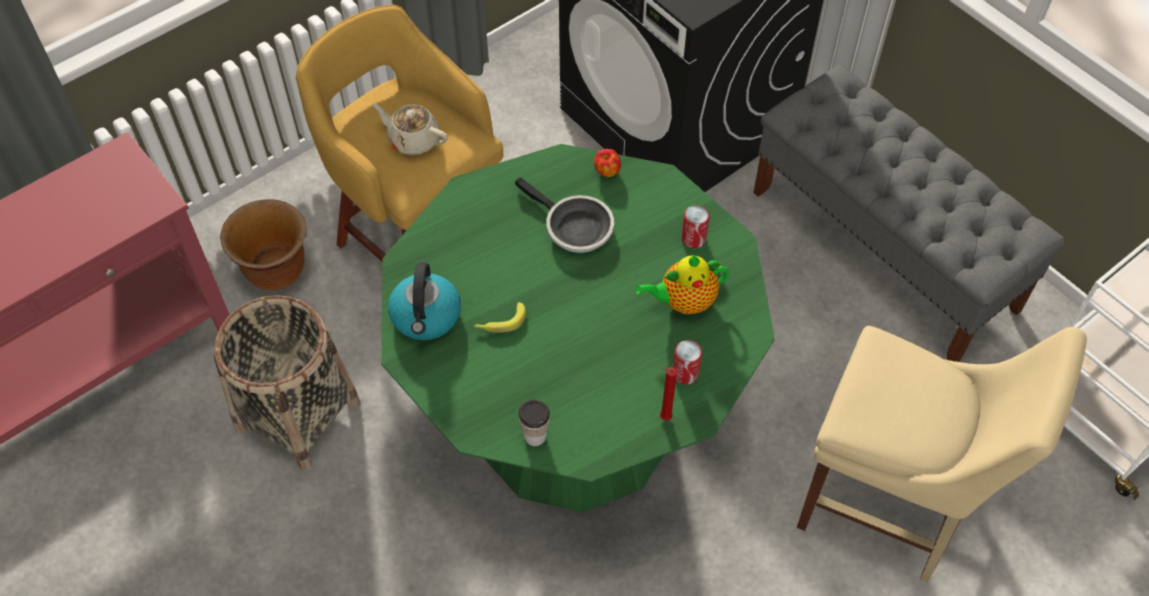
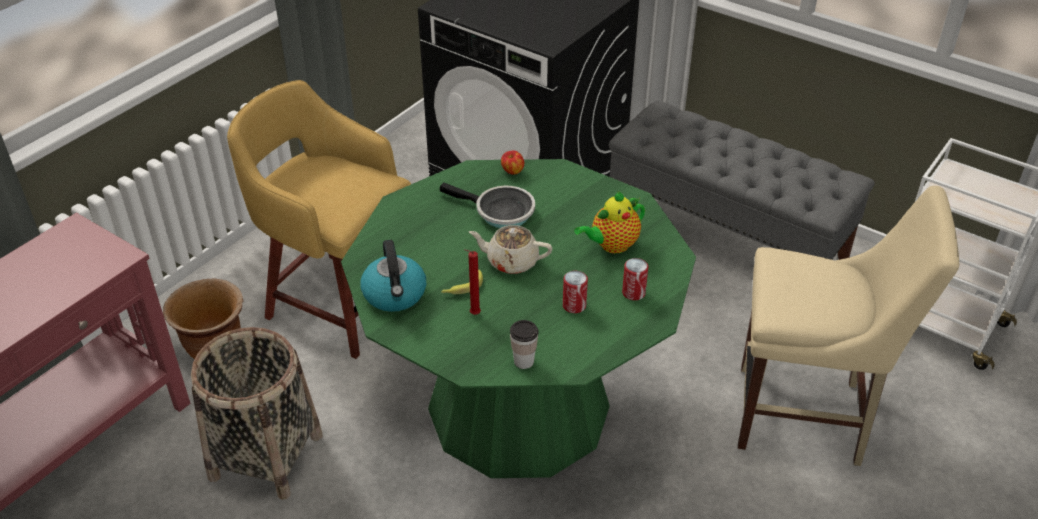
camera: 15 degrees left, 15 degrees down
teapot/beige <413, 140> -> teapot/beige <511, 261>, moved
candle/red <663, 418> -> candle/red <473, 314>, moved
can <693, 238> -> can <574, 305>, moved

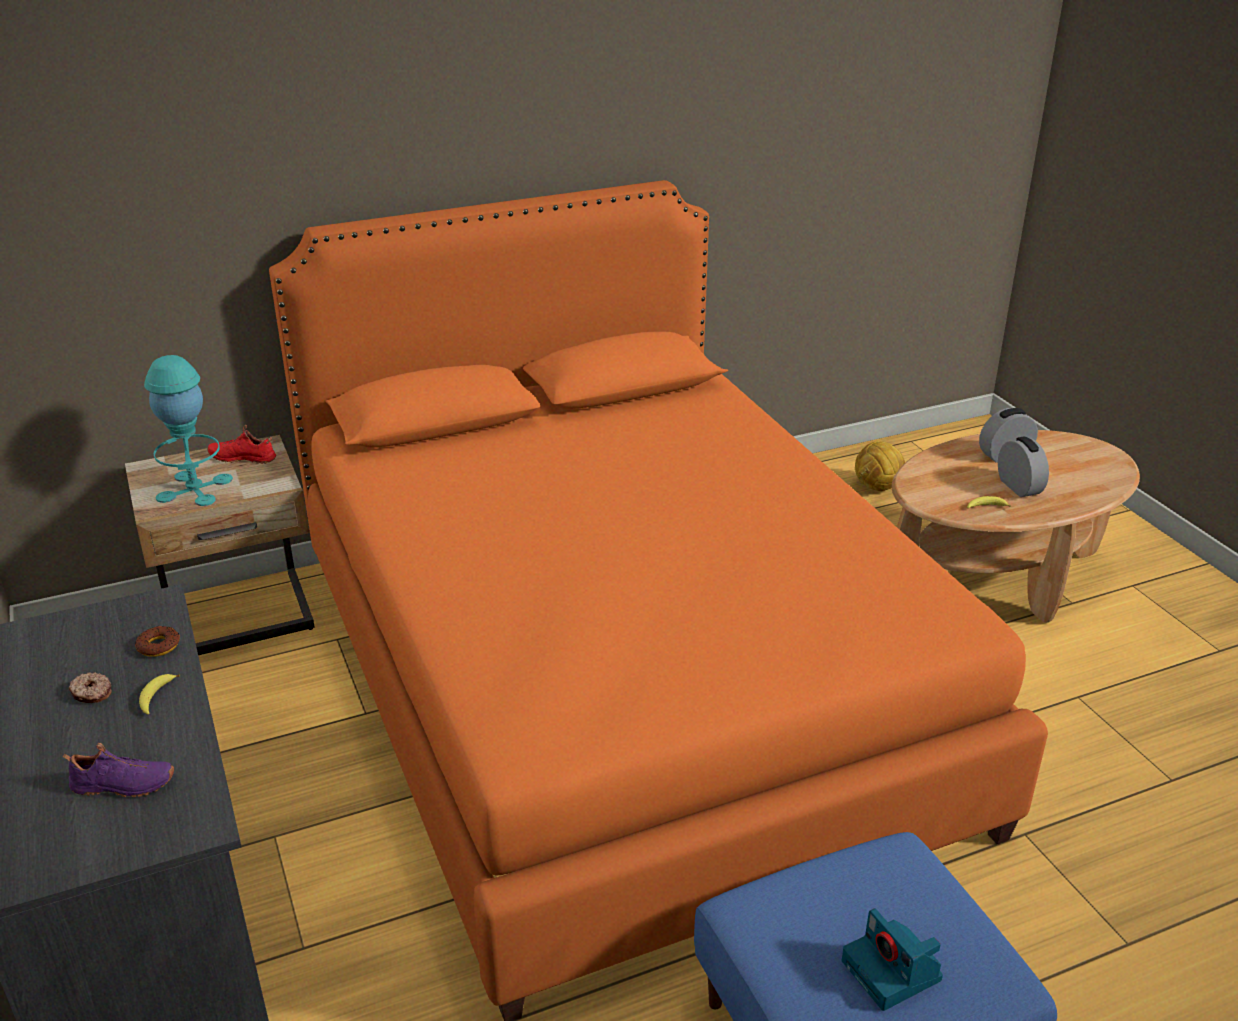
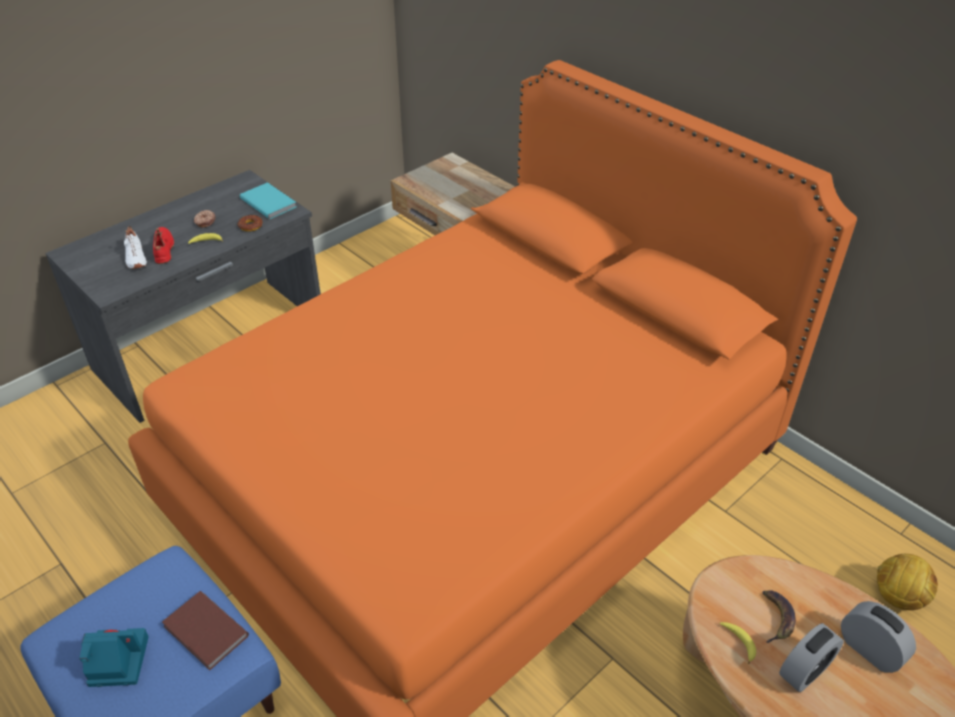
camera: 70 degrees right, 10 degrees up
shoe/purple <123, 786> -> shoe/white <135, 258>
table lamp/turquoise <194, 488> -> none
shoe/red <243, 457> -> shoe/red <164, 249>, moved
photo camera <893, 972> -> photo camera <117, 661>, 45 degrees clockwise
none -> book/brown <205, 633>
none -> book/turquoise <269, 202>
none -> banana <777, 618>

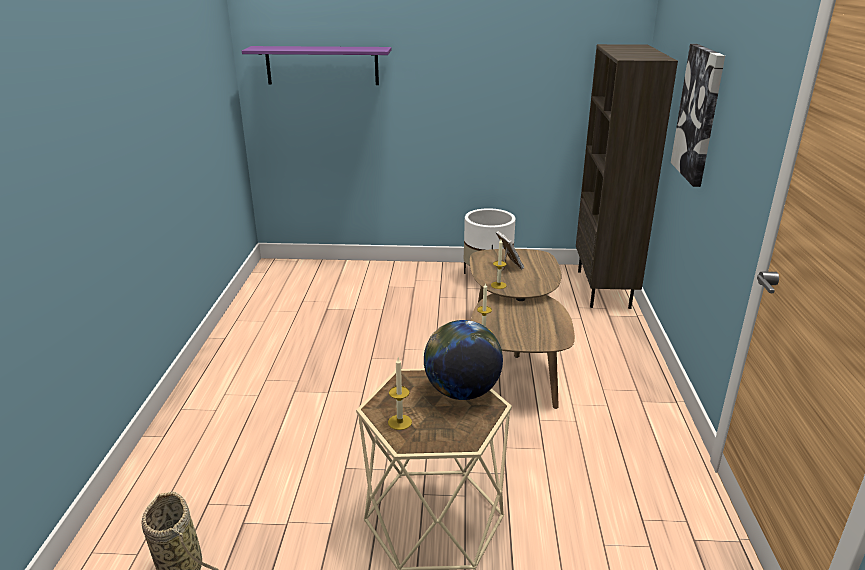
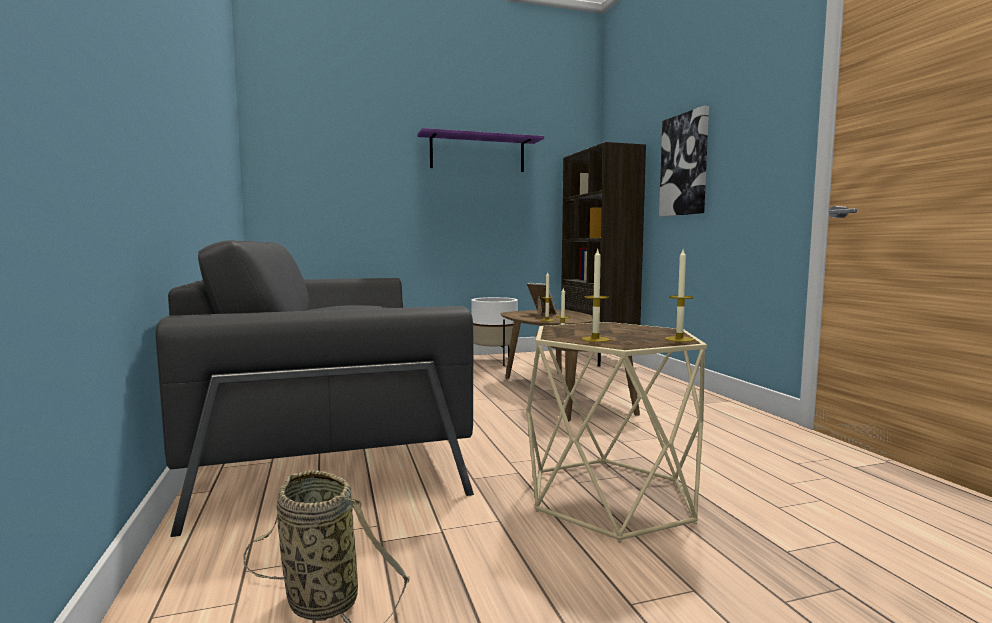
camera: 20 degrees left, 20 degrees down
shelf/purple <322, 65> -> shelf/purple <477, 153>, moved
globe <462, 392> -> none
none -> sofa/grey <331, 419>
none -> candle <679, 339>

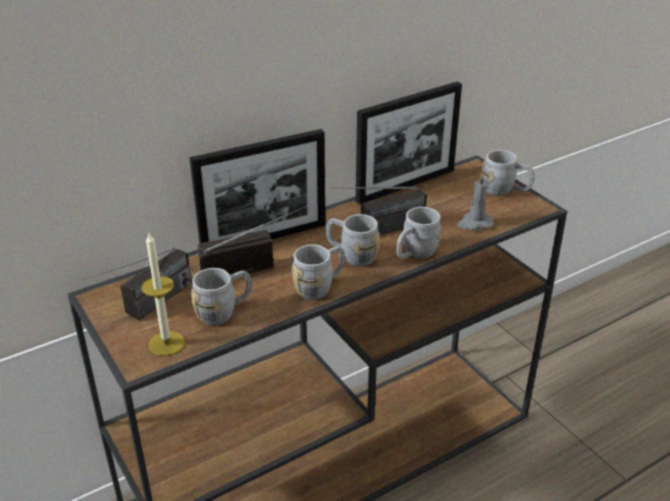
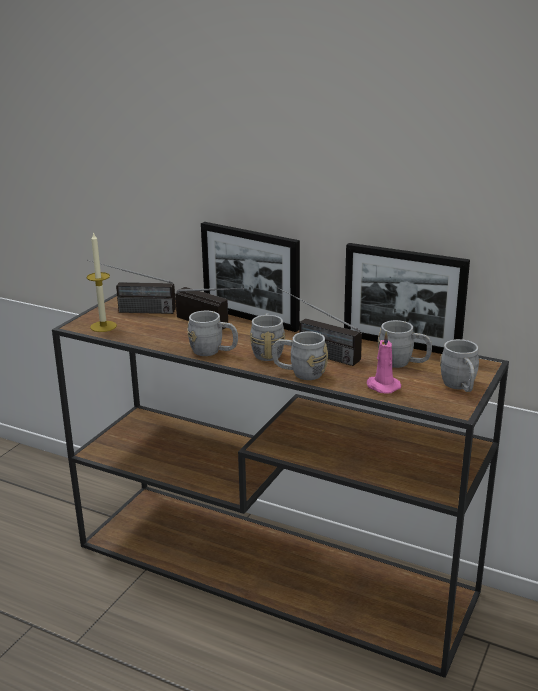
camera: 60 degrees right, 10 degrees down
mug/grey <224, 311> -> mug/grey <403, 363>, moved
candle/grey <474, 223> -> candle/pink <382, 386>

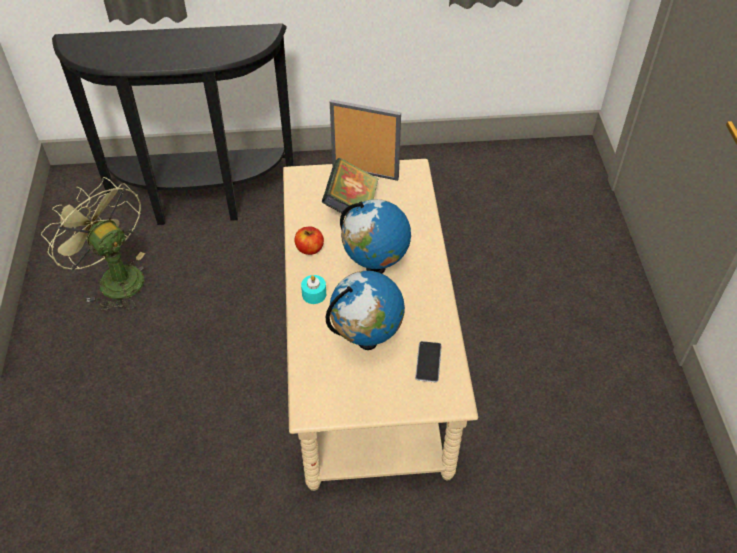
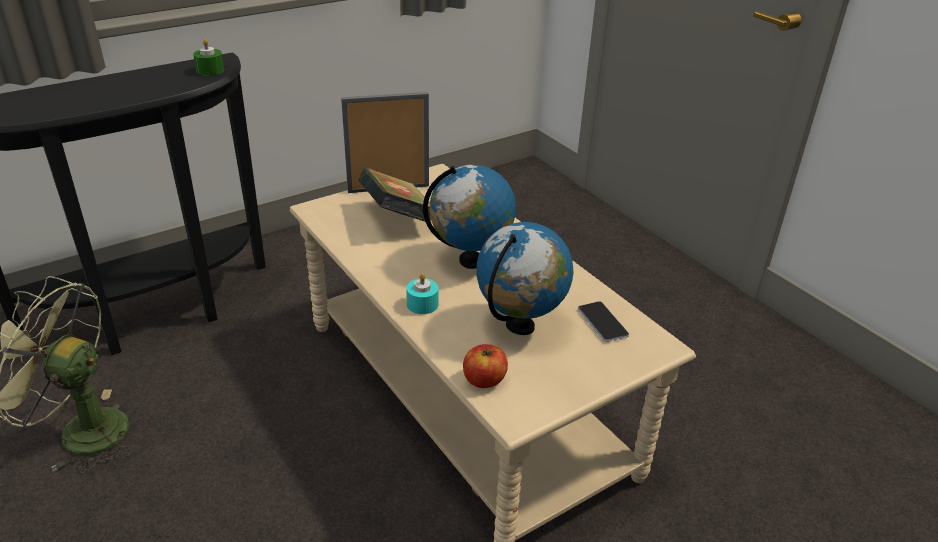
camera: 30 degrees left, 15 degrees down
apple <309, 248> -> apple <484, 380>, moved
none -> candle/green <210, 70>

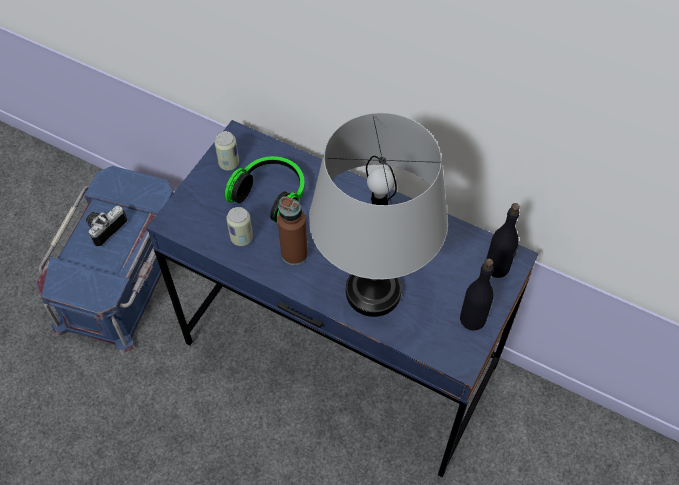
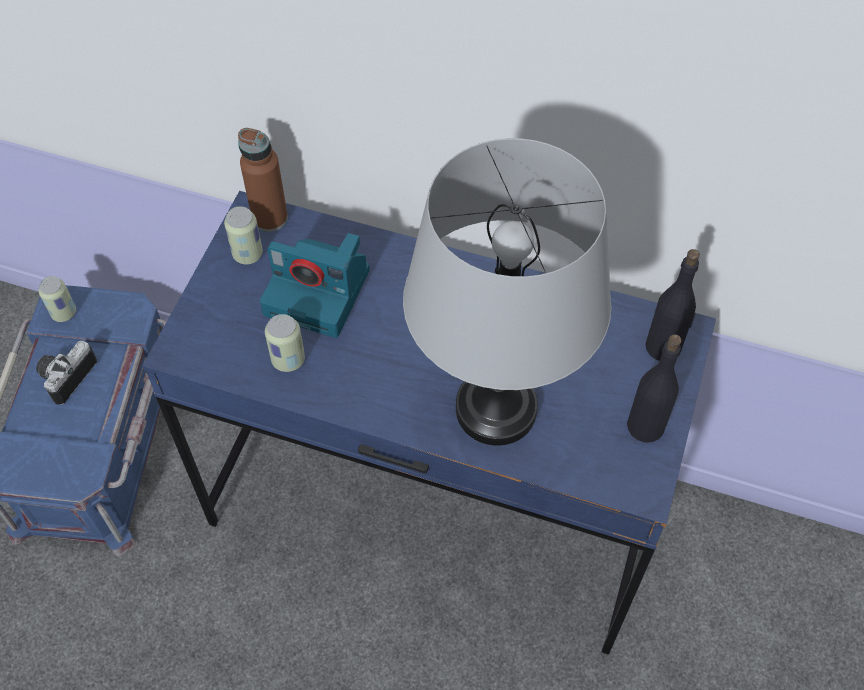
camera: 10 degrees left, 0 degrees up
headphones <271, 196> -> photo camera <320, 292>
bottle/brown <294, 254> -> bottle/brown <270, 218>, moved
none -> can <64, 313>

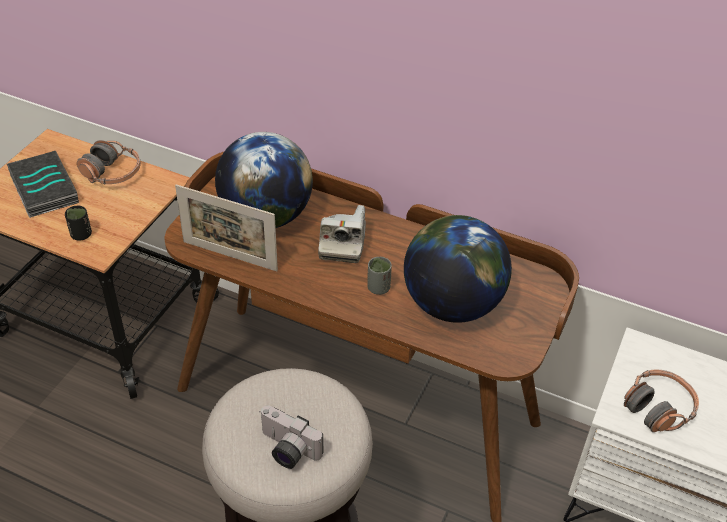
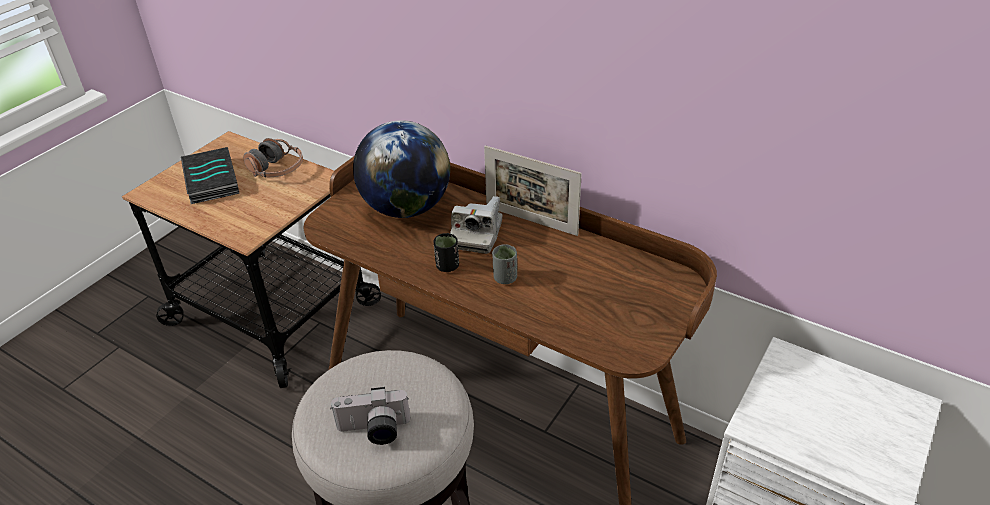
camera: 10 degrees right, 5 degrees down
cup/black <81, 235> -> cup/black <447, 266>, moved
picture frame <230, 256> -> picture frame <531, 221>, moved
photo camera <286, 450> -> photo camera <373, 431>, 45 degrees counterclockwise
globe <452, 304> -> none
headphones <658, 408> -> none

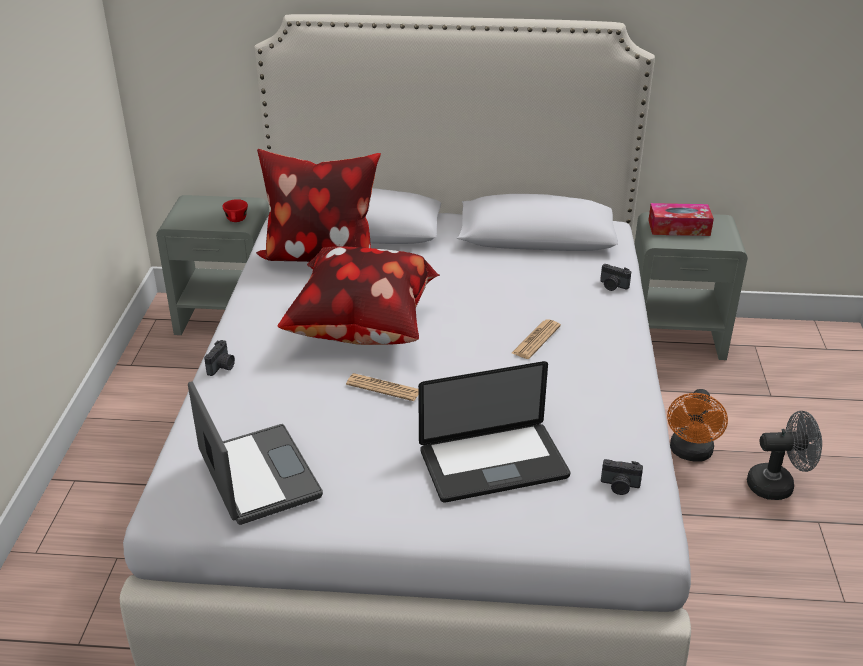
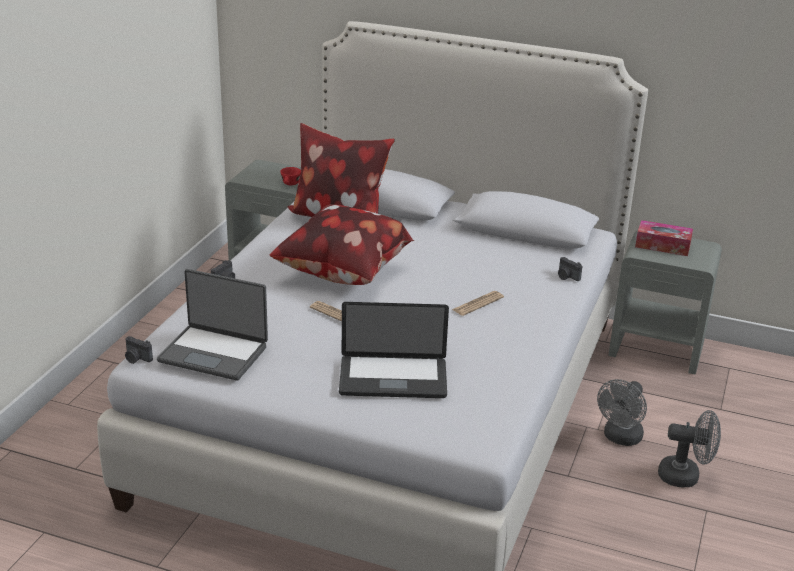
camera: 15 degrees right, 5 degrees down
laptop <257, 476> -> laptop <214, 353>, 120 degrees clockwise
photo camera <619, 486> -> photo camera <136, 359>, moved
fan/orange <690, 453> -> fan/grey <620, 438>

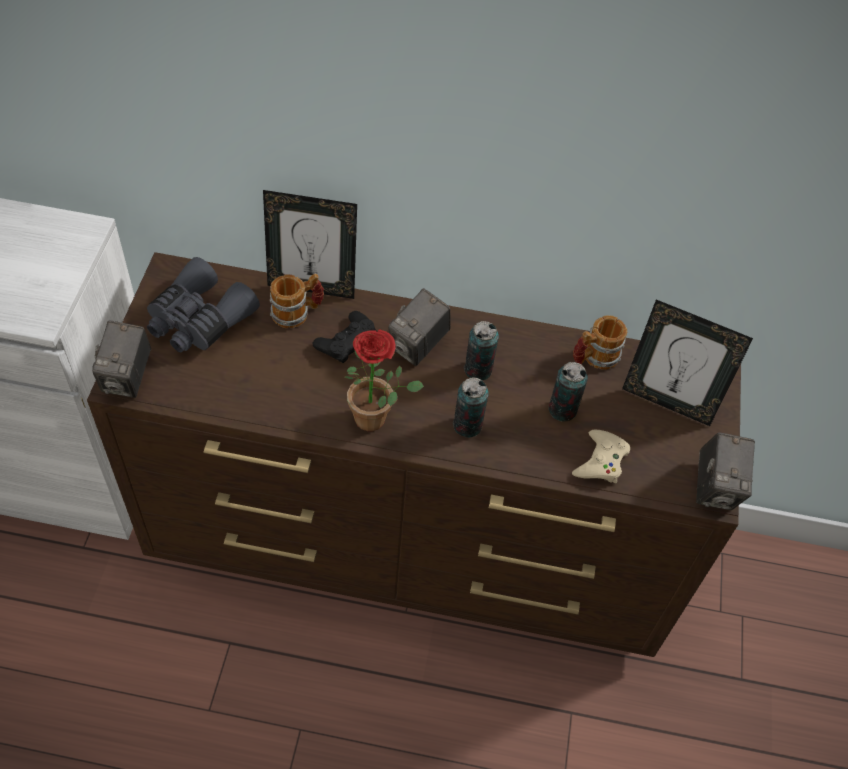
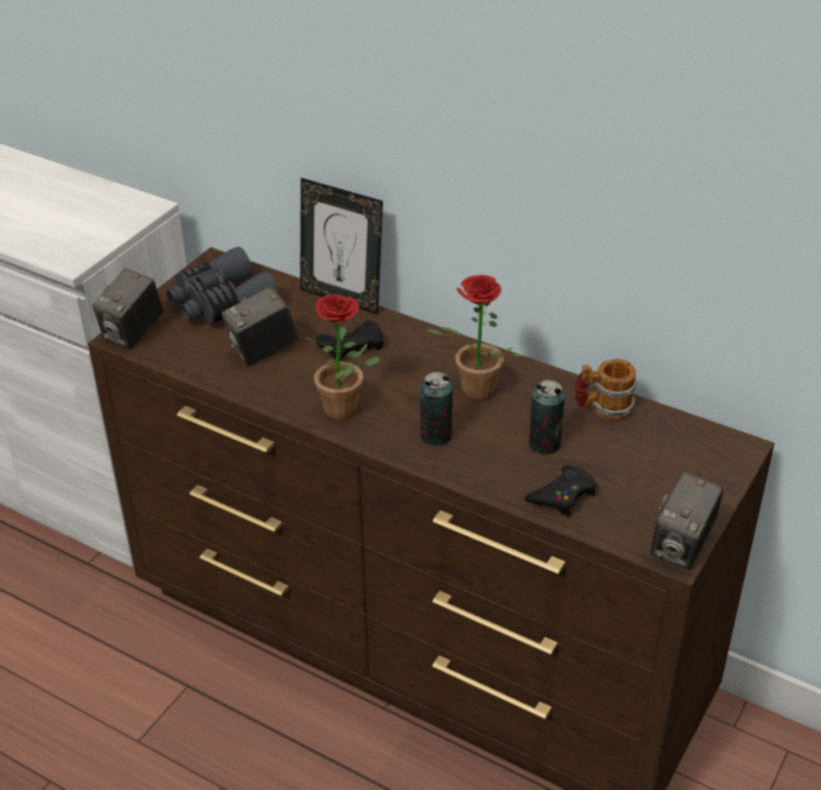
camera: 25 degrees right, 15 degrees down
mug <297, 313> -> none
photo camera <418, 346> -> photo camera <262, 351>, moved
can <478, 370> -> potted plant <472, 394>
game controller/beige <601, 461> -> game controller/black <563, 495>
picture frame <668, 401> -> none

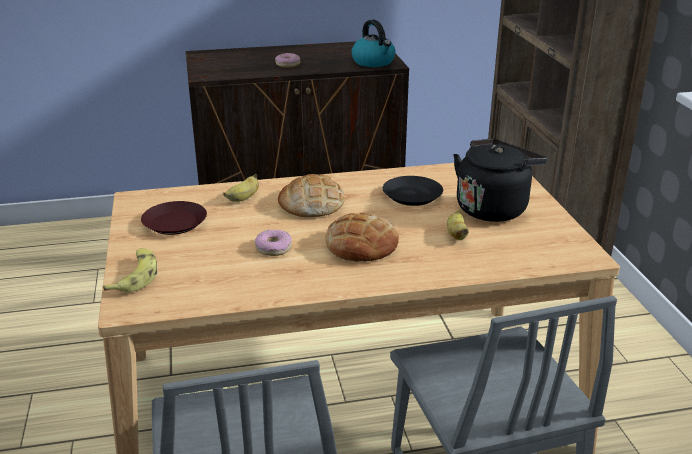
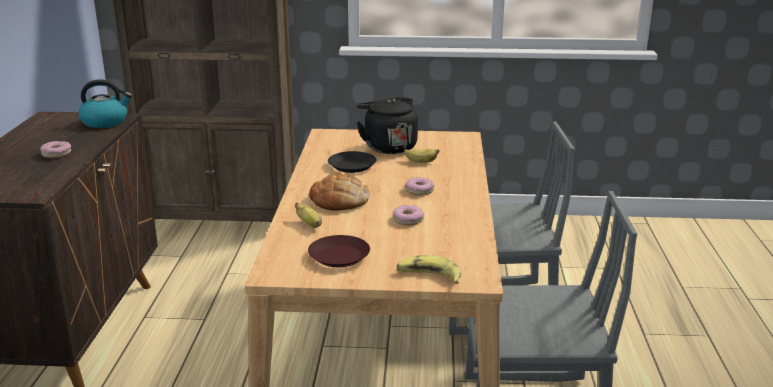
camera: 75 degrees left, 5 degrees down
bread <361, 245> -> donut <419, 191>

